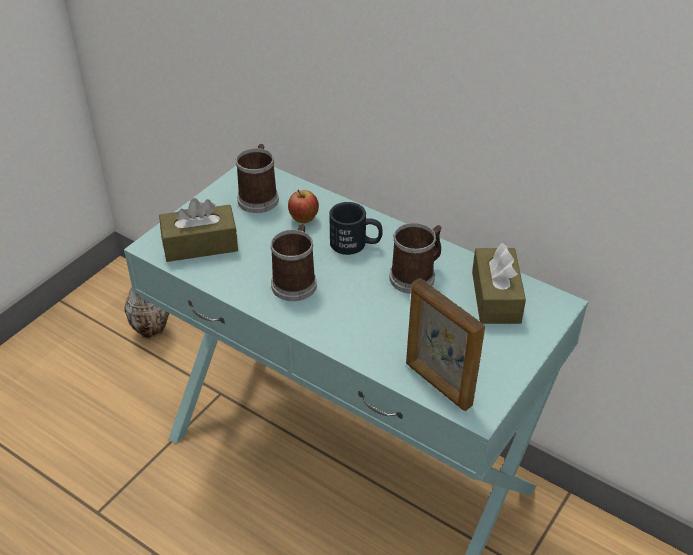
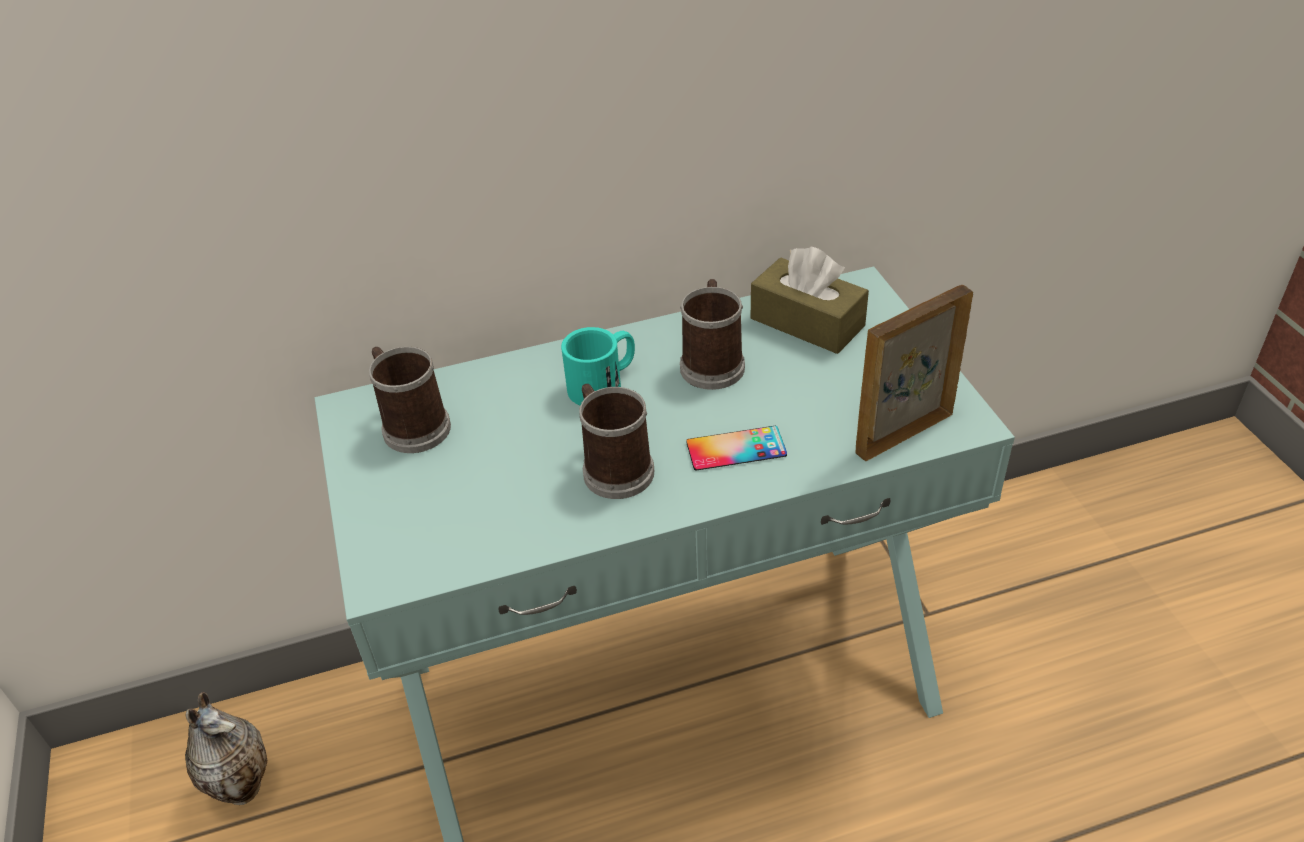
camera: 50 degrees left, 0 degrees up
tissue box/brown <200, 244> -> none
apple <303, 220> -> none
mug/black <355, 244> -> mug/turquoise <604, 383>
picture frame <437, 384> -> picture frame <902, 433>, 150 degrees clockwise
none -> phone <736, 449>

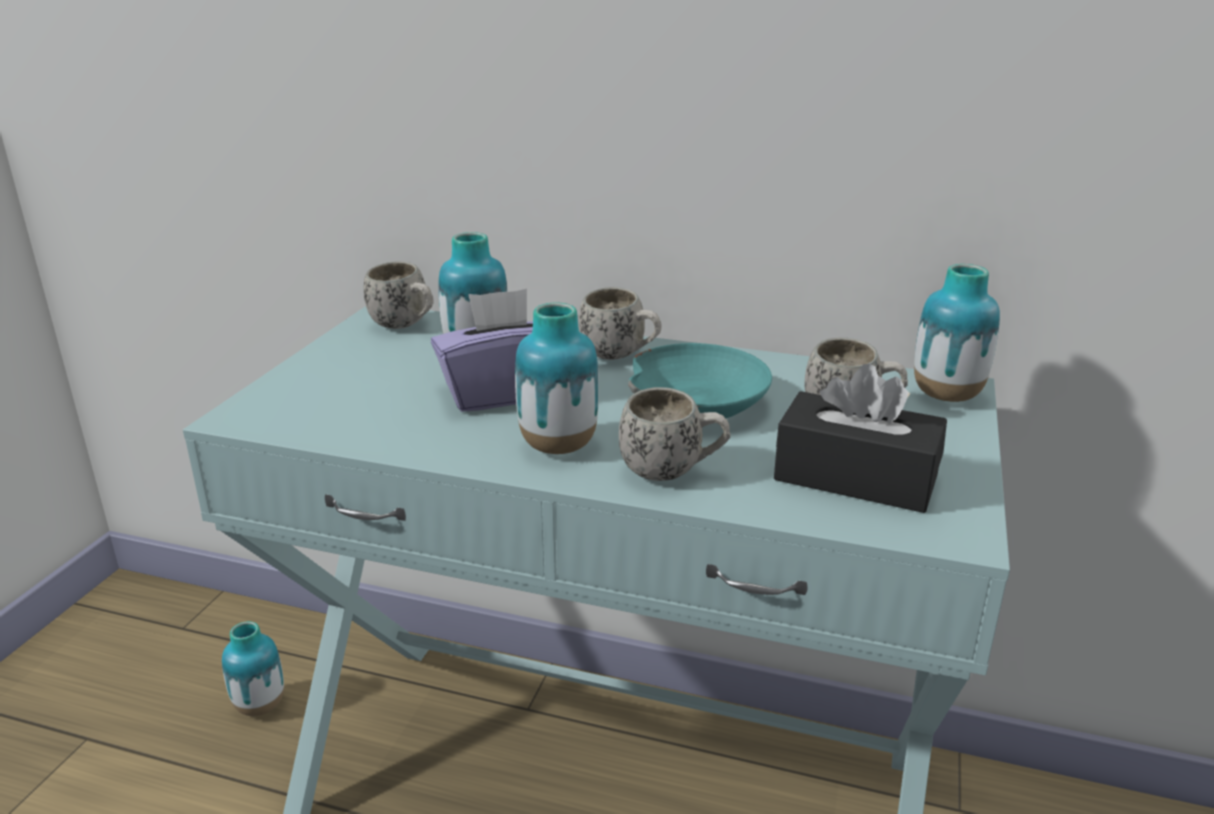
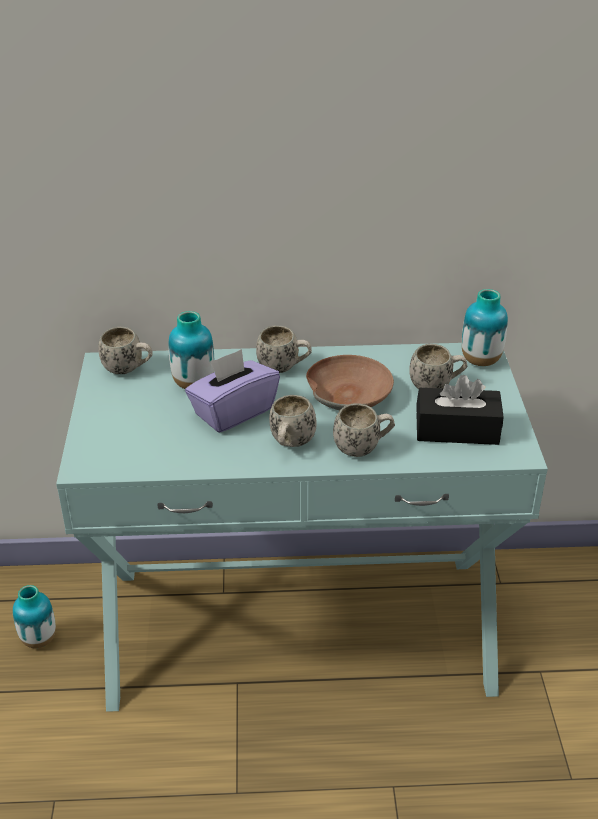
camera: 20 degrees left, 10 degrees up
vase <558, 446> -> mug/white <291, 444>
bowl/turquoise <697, 401> -> bowl/brown <349, 394>

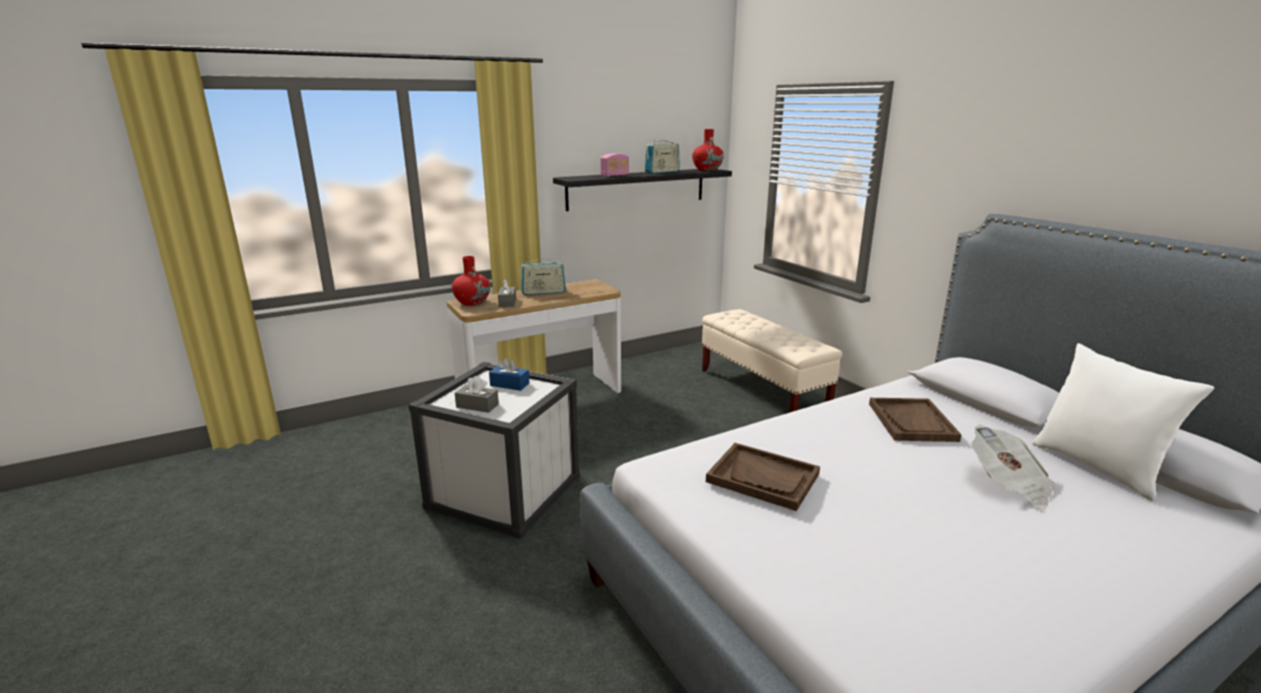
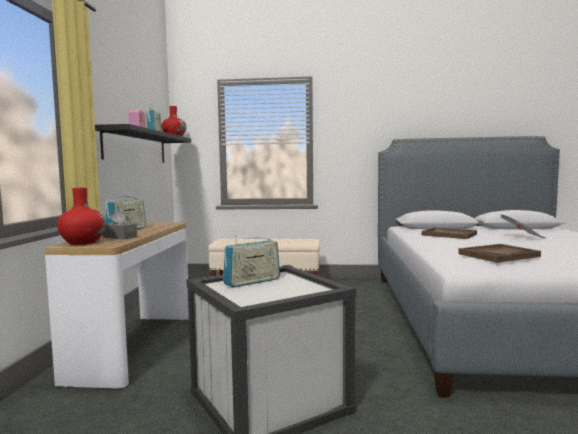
camera: 55 degrees left, 15 degrees down
tissue box/grey <477, 406> -> none
tissue box/blue <509, 384> -> radio <252, 282>
pillow/white <1098, 467> -> none

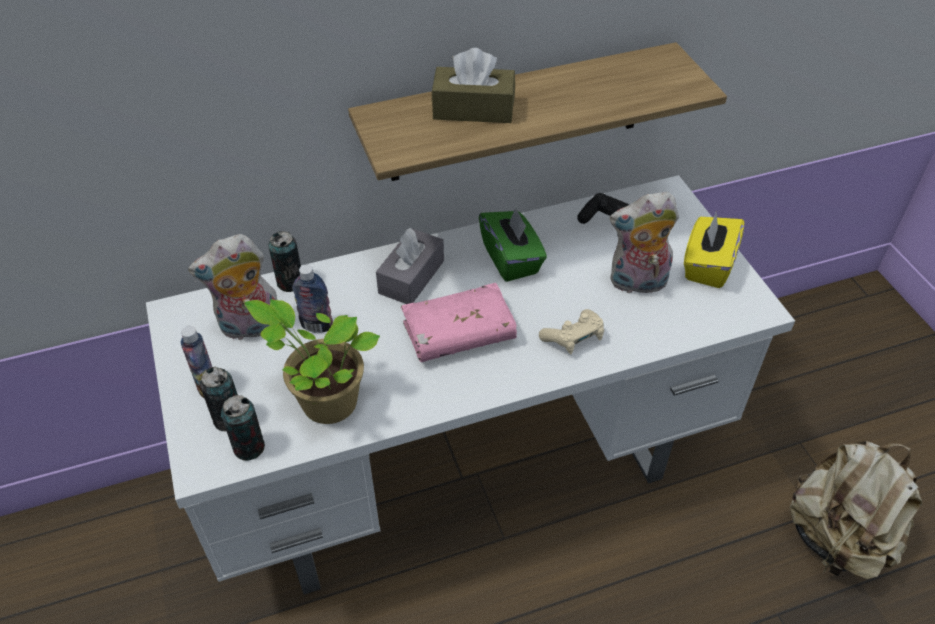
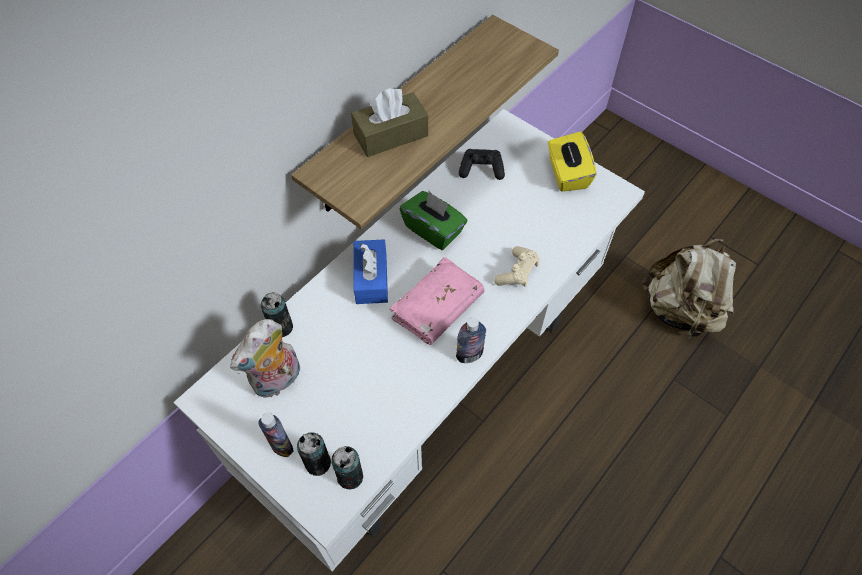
camera: 30 degrees left, 10 degrees up
potted plant <325, 402> -> none
bottle <316, 326> -> bottle <469, 355>, moved
tissue box/grey <411, 277> -> tissue box/blue <371, 278>
plush toy <637, 283> -> none

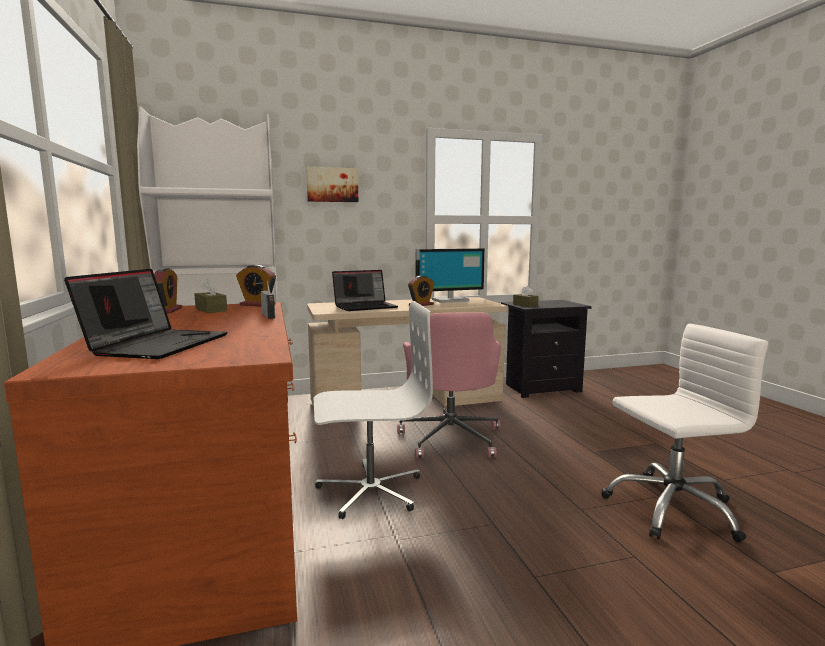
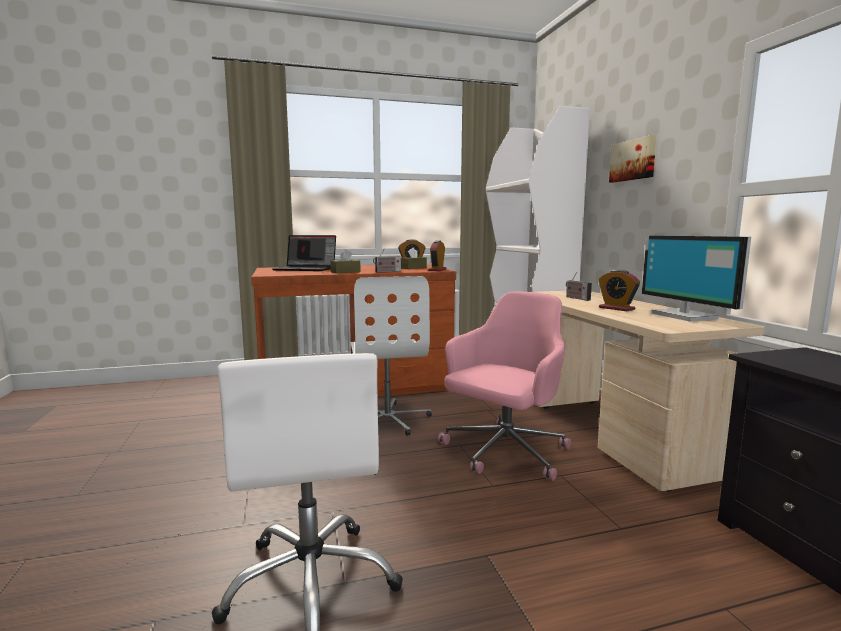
camera: 90 degrees right, 0 degrees up
laptop <365, 307> -> radio <576, 298>
office chair/pink <451, 438> -> office chair/pink <504, 452>, 135 degrees clockwise
tissue box/brown <525, 305> -> tissue box/brown <345, 272>, moved

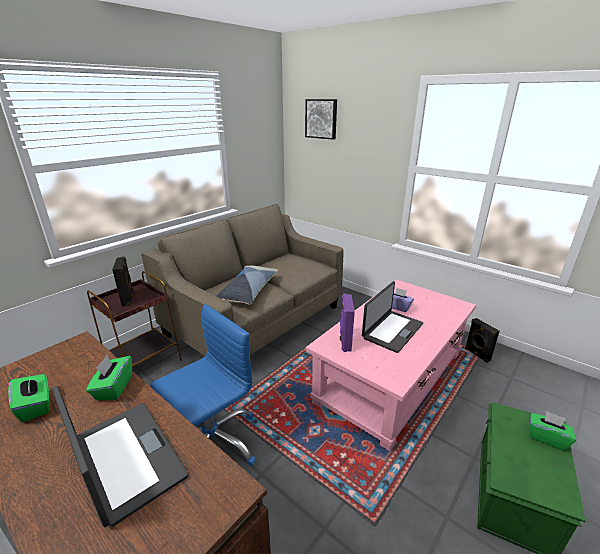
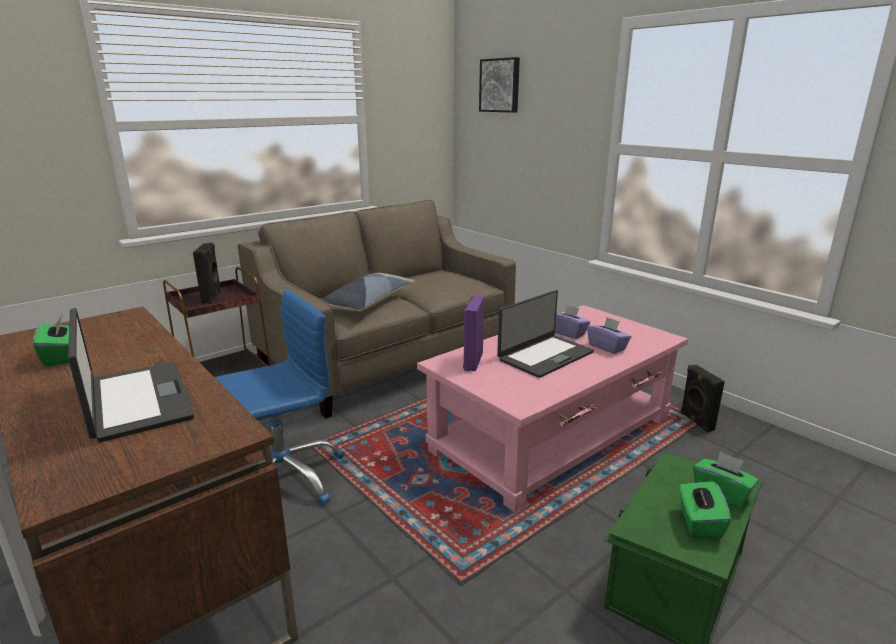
camera: 10 degrees right, 5 degrees down
tissue box/green <114, 388> -> tissue box/green <699, 522>, moved
none -> tissue box/purple <607, 347>

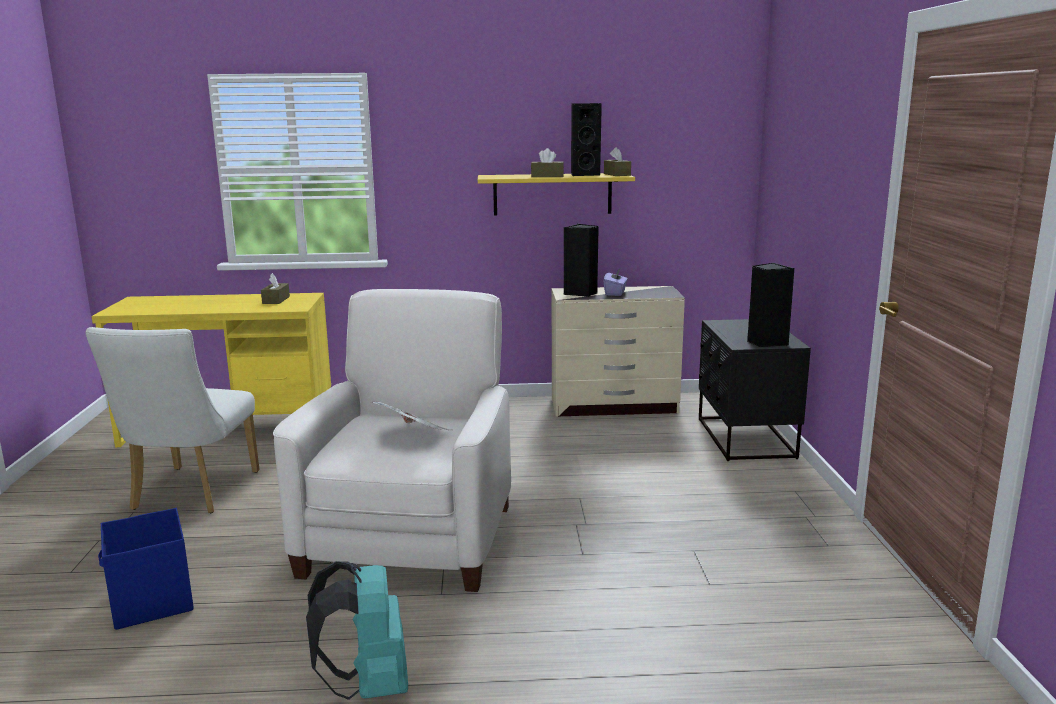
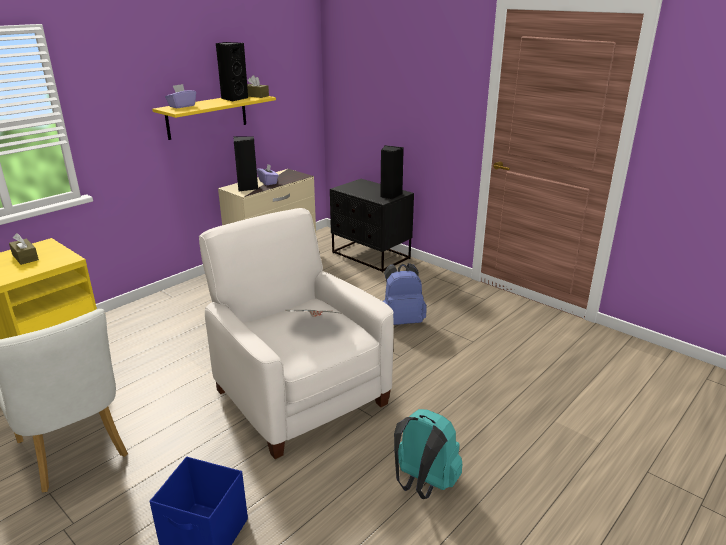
camera: 45 degrees left, 10 degrees up
tissue box/brown <547, 176> -> none
none -> tissue box/purple <182, 106>
none -> backpack/blue <401, 321>

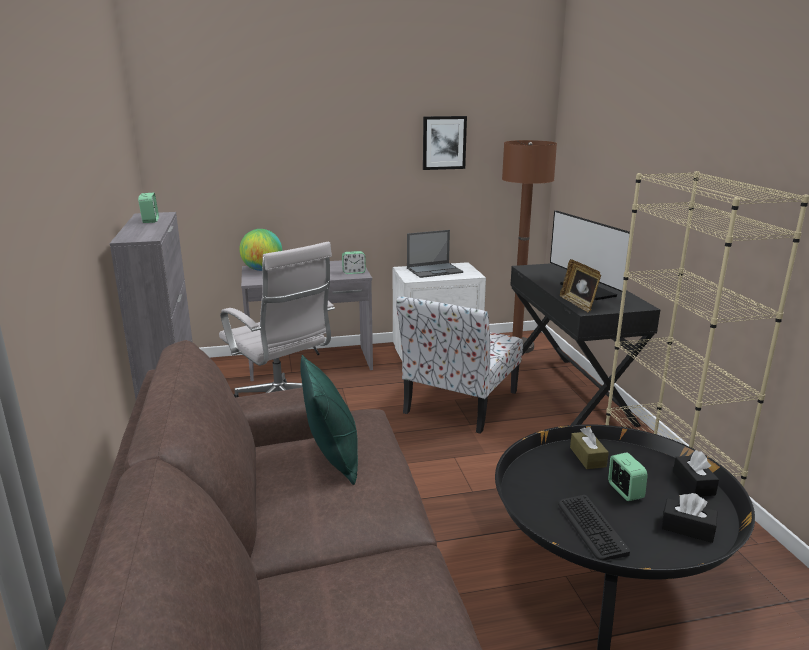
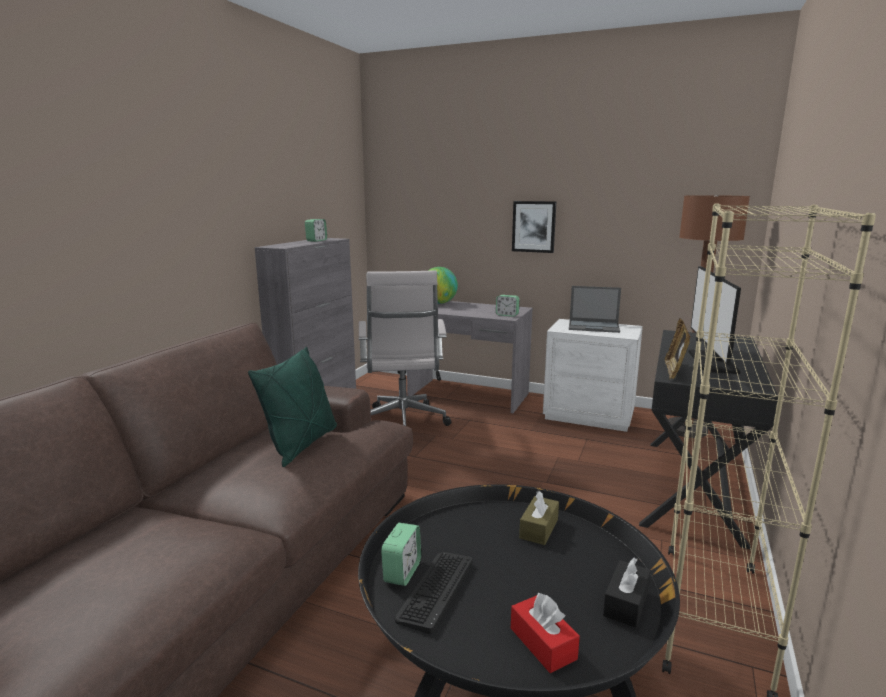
camera: 35 degrees right, 5 degrees down
chair <459, 403> -> none
picture <444, 142> -> picture <534, 226>, moved
alarm clock <625, 491> -> alarm clock <402, 572>, moved
tissue box/black <687, 528> -> tissue box/red <543, 643>

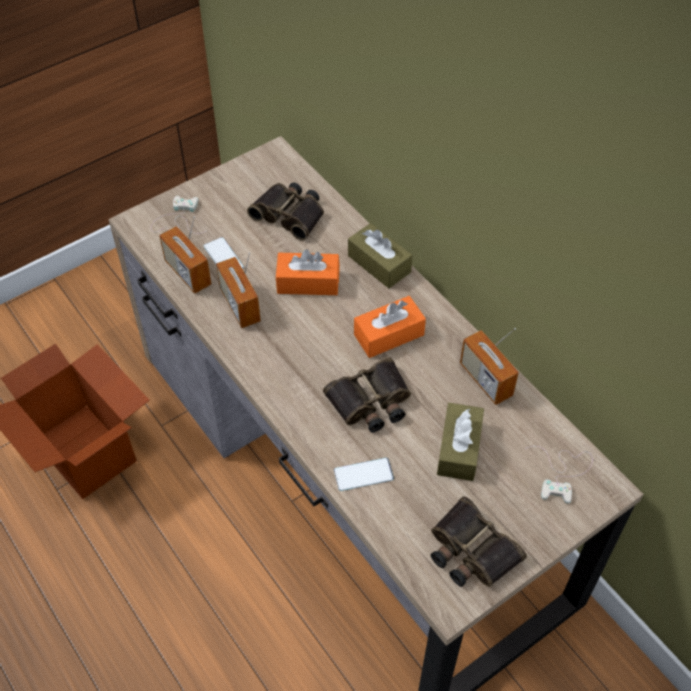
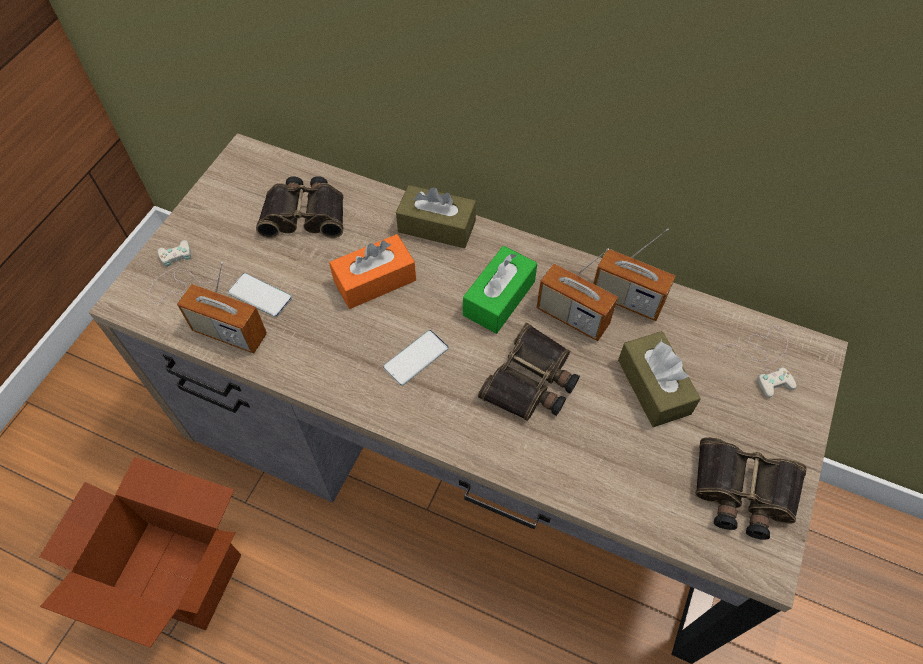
camera: 30 degrees left, 5 degrees up
radio <240, 305> -> radio <572, 317>, moved
phone <363, 474> -> phone <416, 357>, moved
tissue box/orange <389, 335> -> tissue box/green <499, 298>

